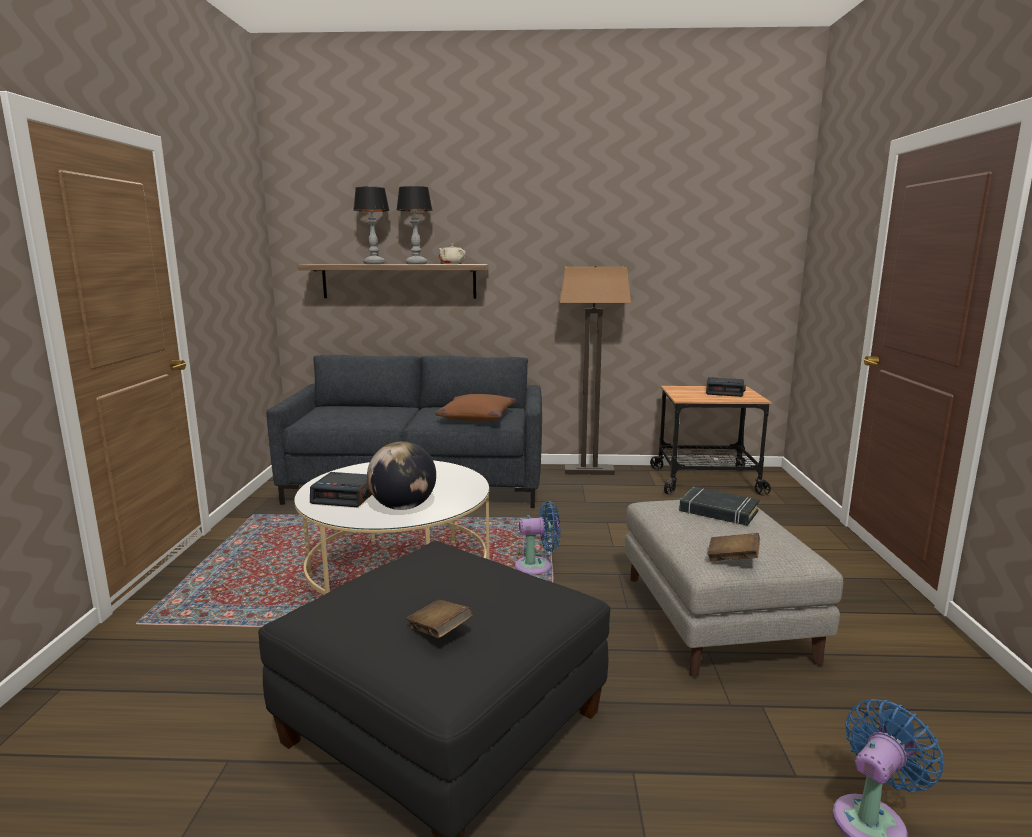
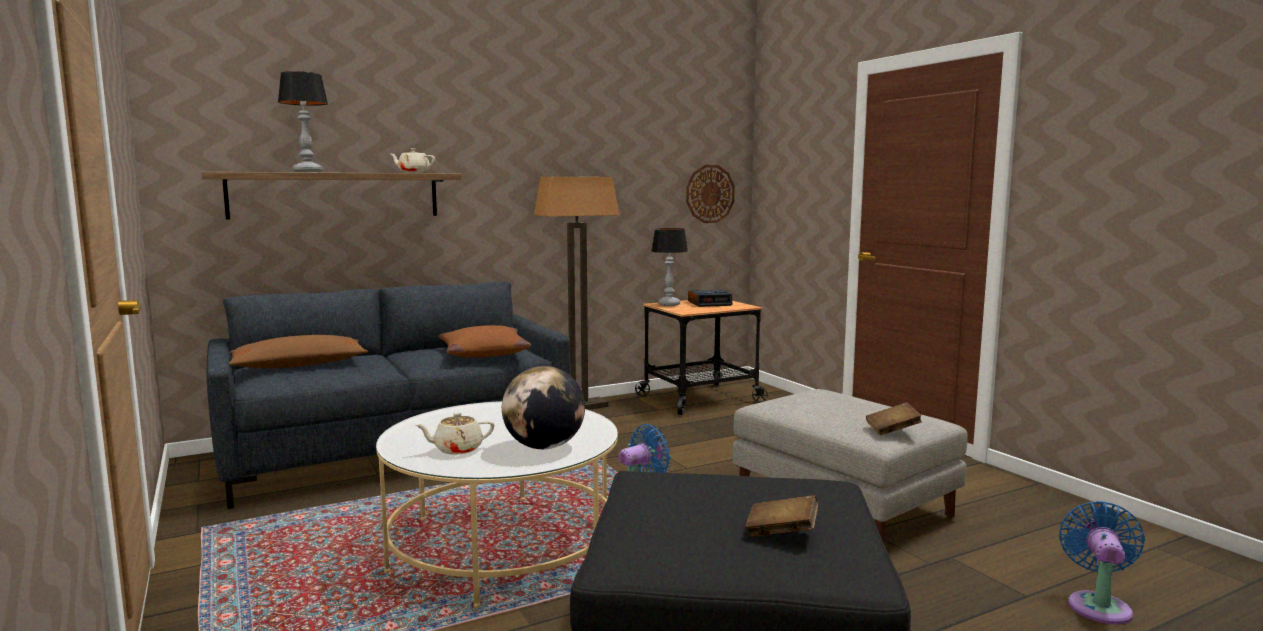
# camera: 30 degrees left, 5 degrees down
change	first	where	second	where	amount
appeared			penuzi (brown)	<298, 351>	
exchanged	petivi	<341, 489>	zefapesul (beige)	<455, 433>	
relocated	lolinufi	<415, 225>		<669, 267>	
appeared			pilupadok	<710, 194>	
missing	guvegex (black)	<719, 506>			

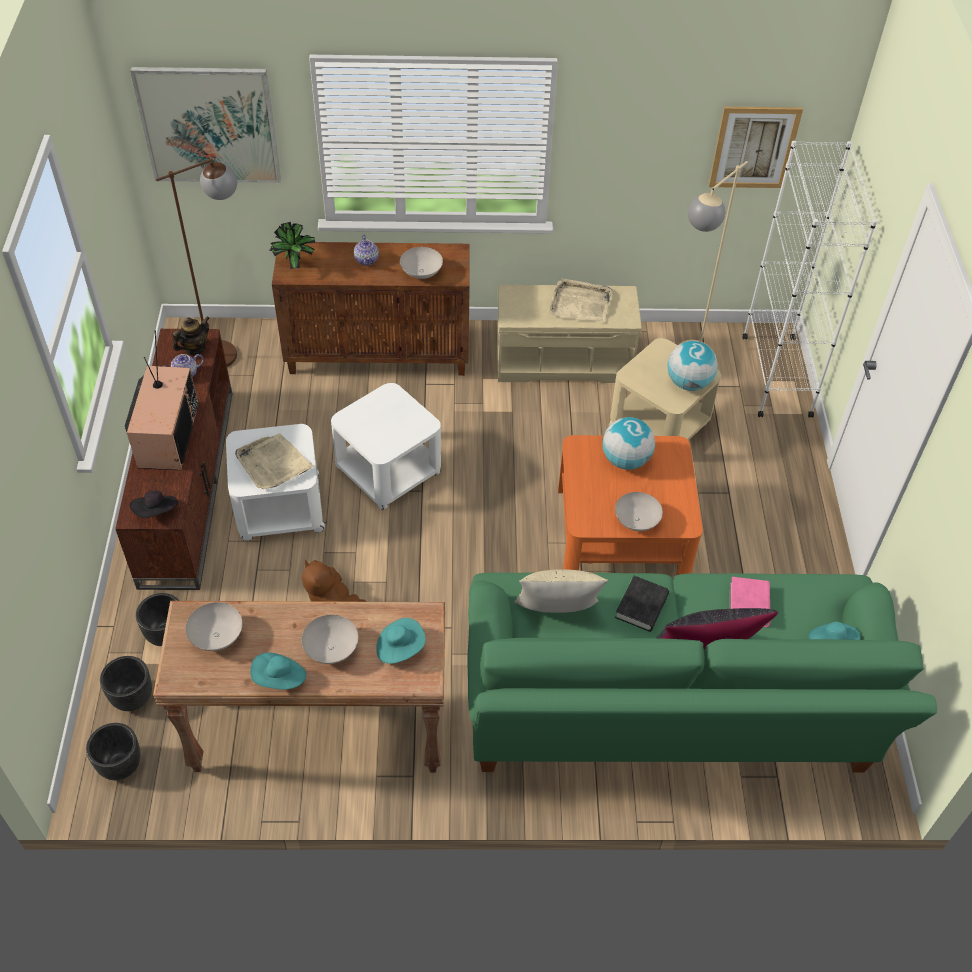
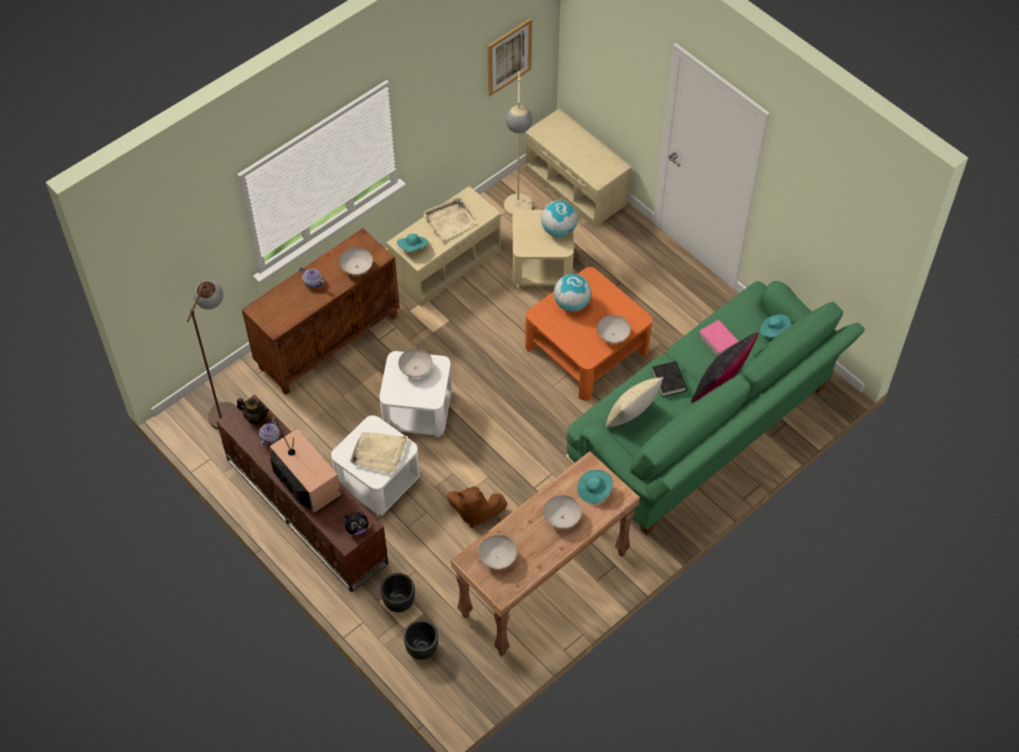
# camera: 40 degrees left, 5 degrees up
change	first	where	second	where	amount
spun	zefapesul	<190, 335>		<253, 411>	105 degrees clockwise
exchanged	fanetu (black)	<154, 504>	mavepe	<357, 523>	
relocated	fanetu (turquoise)	<278, 671>		<412, 243>	
appeared			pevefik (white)	<415, 363>	
exchanged	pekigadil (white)	<810, 279>	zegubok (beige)	<578, 168>	
missing	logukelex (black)	<113, 751>			
missing	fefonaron	<205, 125>			
missing	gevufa	<292, 245>			

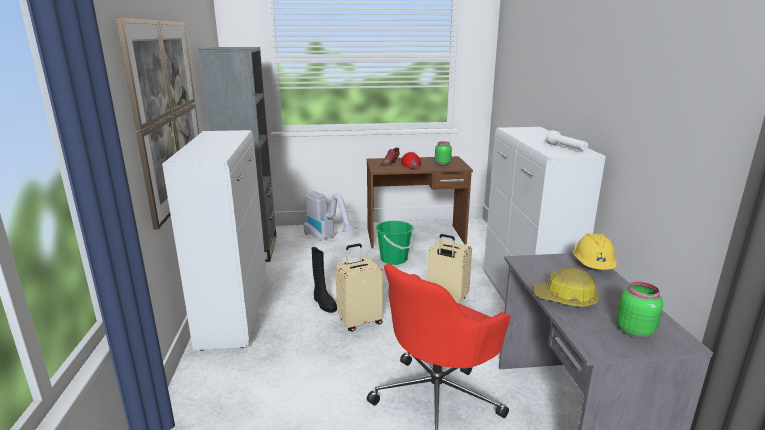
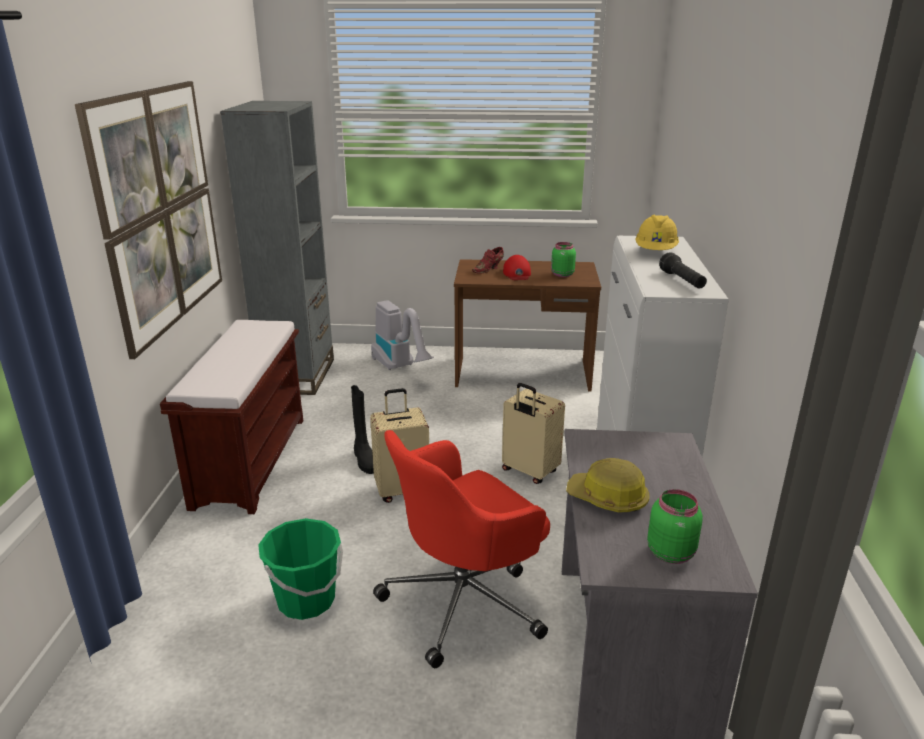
# camera: 10 degrees right, 5 degrees up
change	first	where	second	where	amount
exchanged	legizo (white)	<214, 240>	zegubok (brown)	<231, 417>	
relocated	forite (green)	<394, 243>		<300, 569>	
relocated	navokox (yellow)	<595, 251>		<657, 232>	
colour	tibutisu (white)	<566, 140>	tibutisu (black)	<683, 270>	

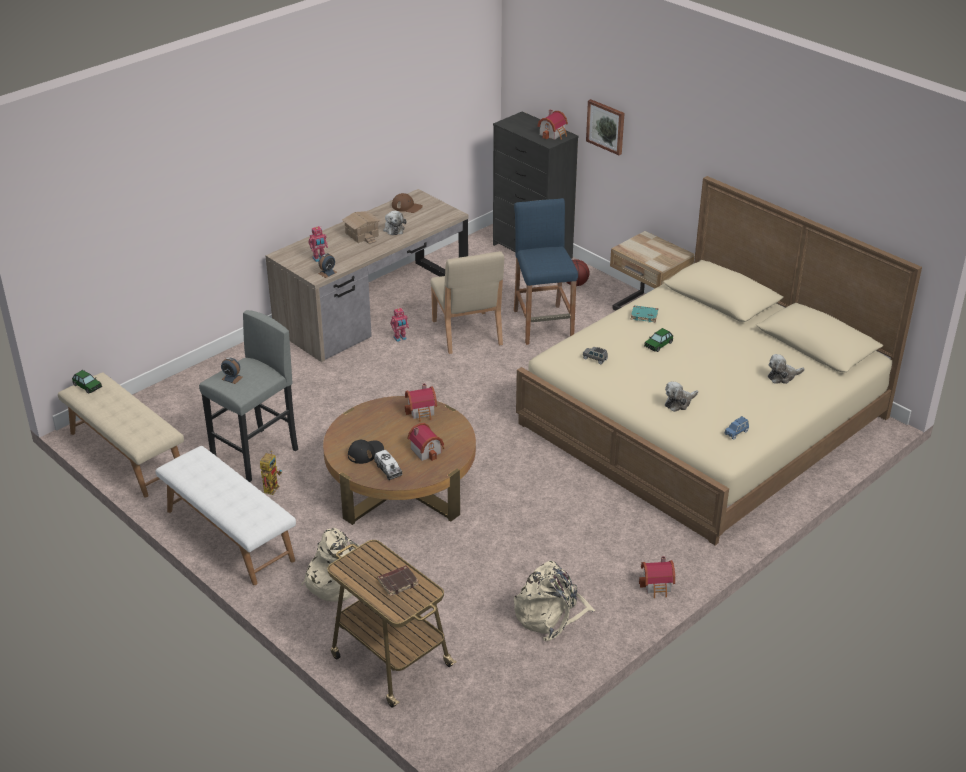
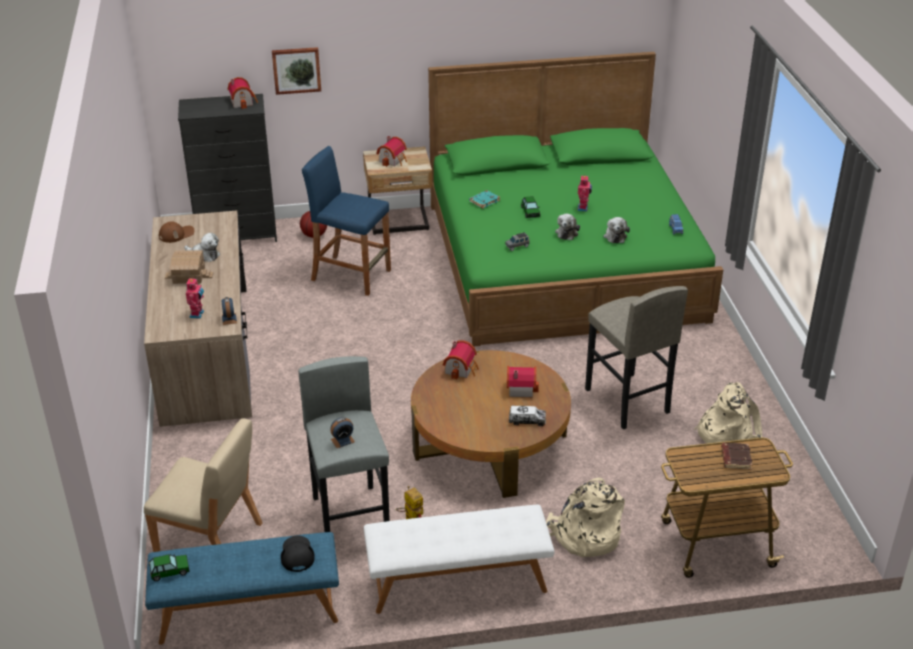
# camera: 55 degrees left, 0 degrees up
change	first	where	second	where	amount
relocated	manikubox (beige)	<467, 302>		<203, 485>	
colour	zegubok (beige)	<121, 435>	zegubok (blue)	<242, 588>	
relocated	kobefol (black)	<366, 451>		<298, 554>	
relocated	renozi	<657, 577>		<391, 151>	
colour	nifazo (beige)	<719, 360>	nifazo (green)	<575, 199>	
relocated	mavepe	<786, 369>		<567, 227>	
relocated	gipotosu	<399, 325>		<584, 193>	
appeared			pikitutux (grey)	<636, 357>	

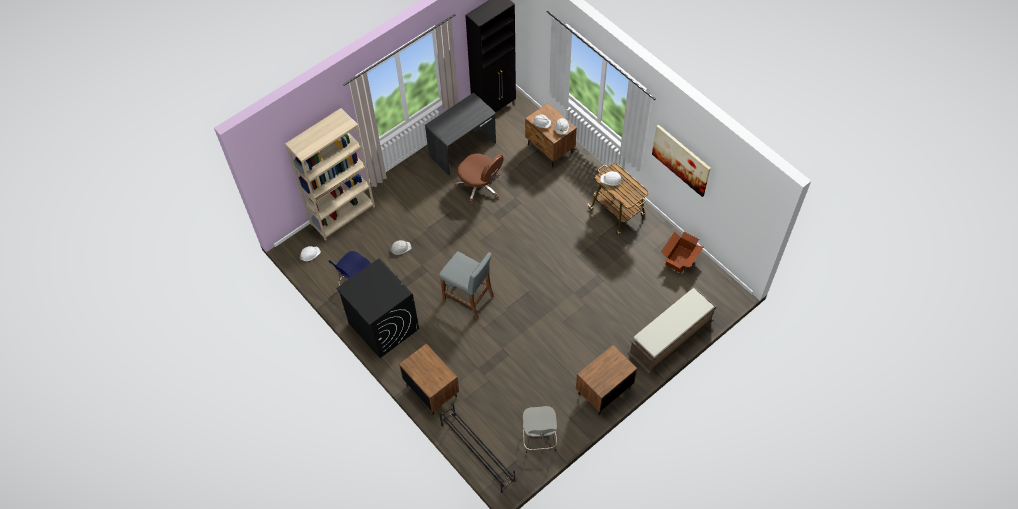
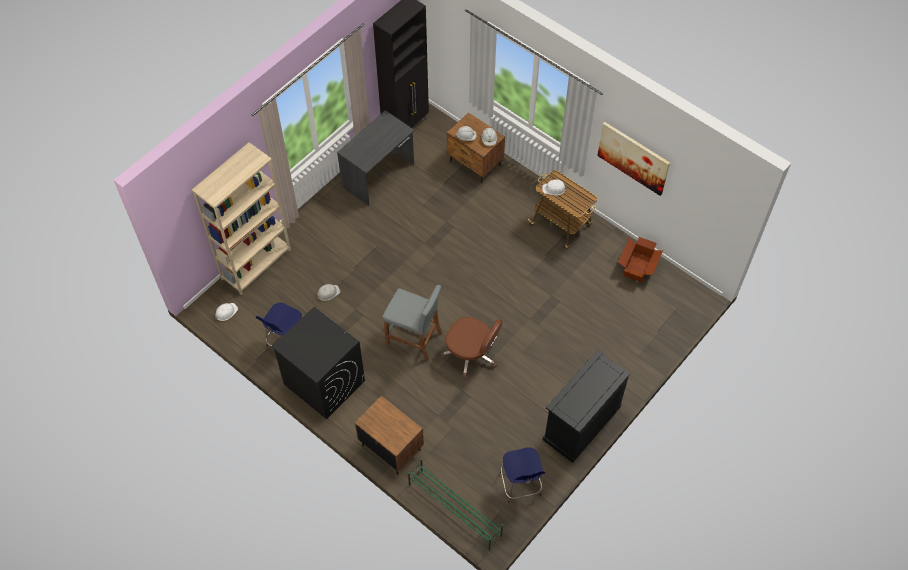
# camera: 10 degrees left, 0 degrees up
change	first	where	second	where	amount
colour	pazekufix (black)	<477, 448>	pazekufix (green)	<455, 505>	
relocated	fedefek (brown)	<479, 179>		<472, 348>	
colour	pikitutux (grey)	<540, 429>	pikitutux (blue)	<522, 475>	
exchanged	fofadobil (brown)	<606, 380>	legizo (black)	<586, 406>	
missing	zegubok (brown)	<672, 331>			

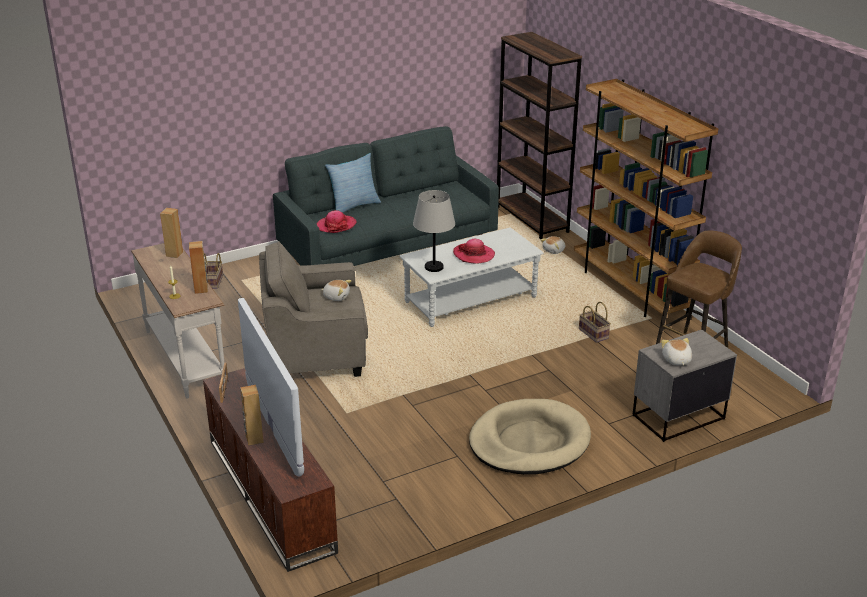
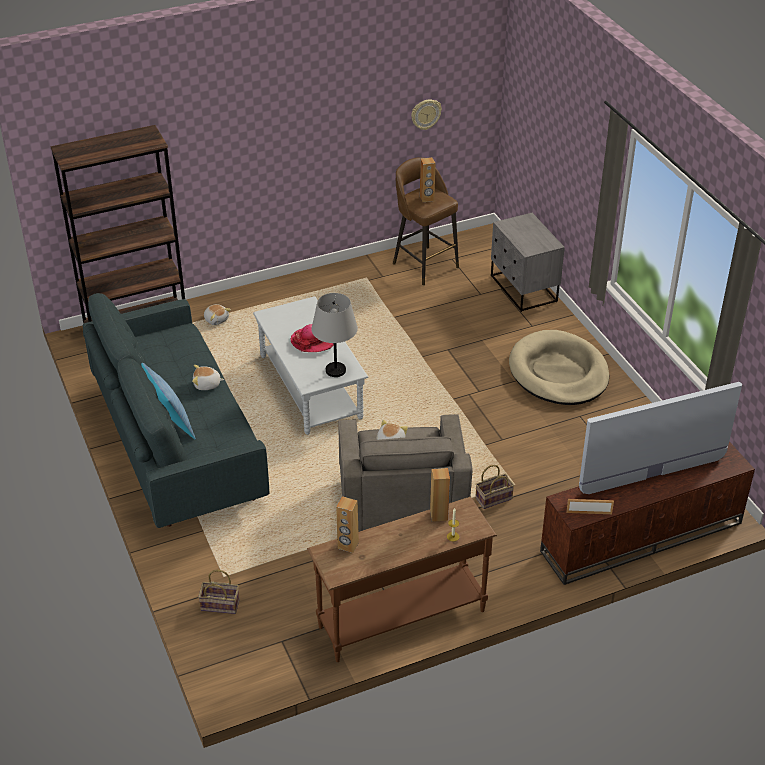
# camera: 85 degrees left, 10 degrees up
change	first	where	second	where	amount
relocated	mavepe	<676, 352>		<208, 377>	
colour	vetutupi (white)	<177, 321>	vetutupi (brown)	<402, 579>	
appeared			pilupadok	<426, 114>	
relocated	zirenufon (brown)	<252, 415>		<427, 179>	
relocated	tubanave	<595, 322>		<494, 487>	
missing	fanetu	<337, 221>			
missing	pekigadil (brown)	<646, 198>			

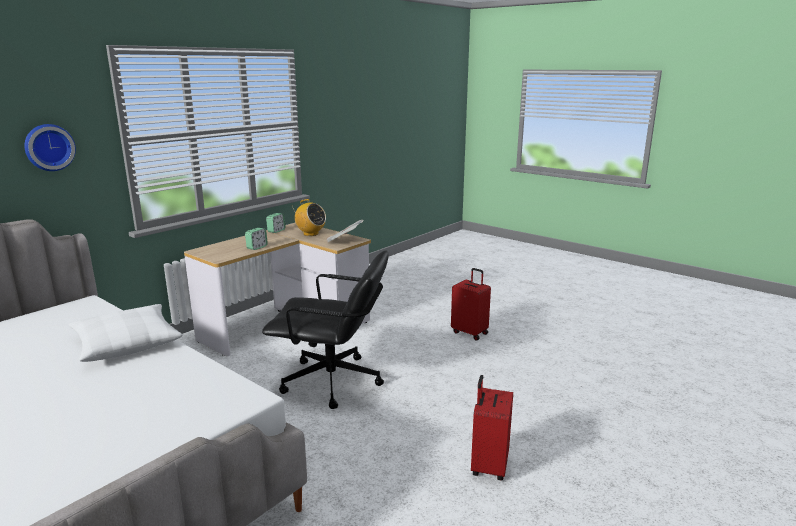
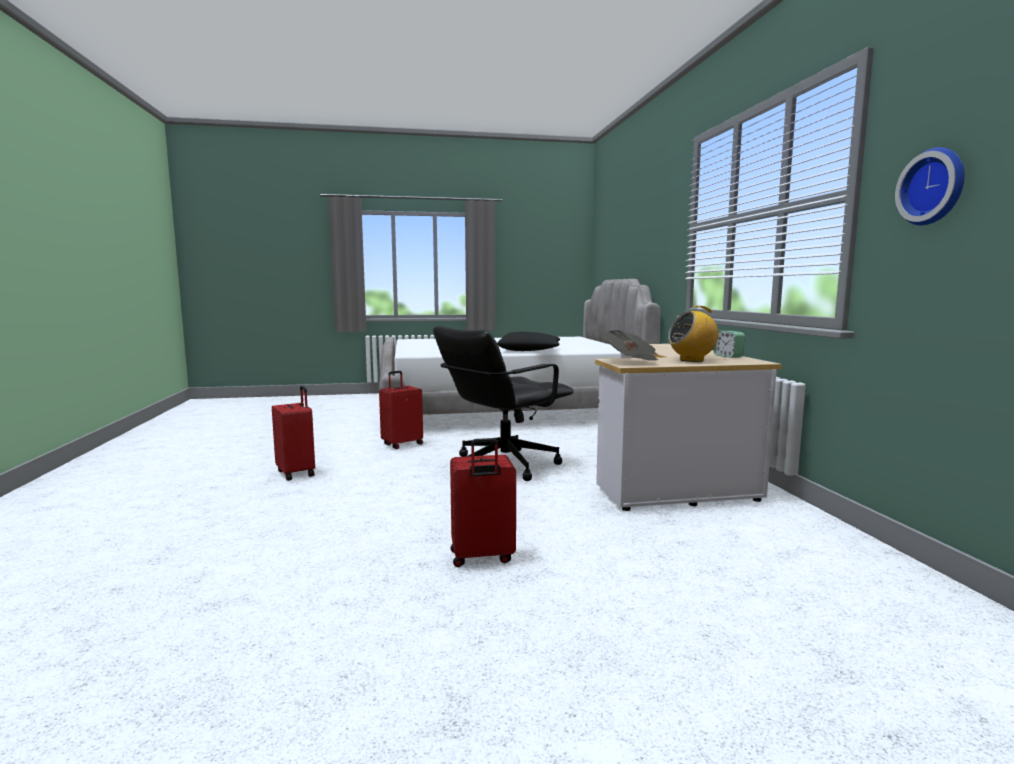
# camera: 130 degrees right, 10 degrees down
change	first	where	second	where	amount
appeared			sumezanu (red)	<401, 410>	
colour	penuzi (white)	<126, 333>	penuzi (black)	<528, 341>	
relocated	pilupadok	<50, 147>		<930, 186>	
missing	petivi	<256, 239>			

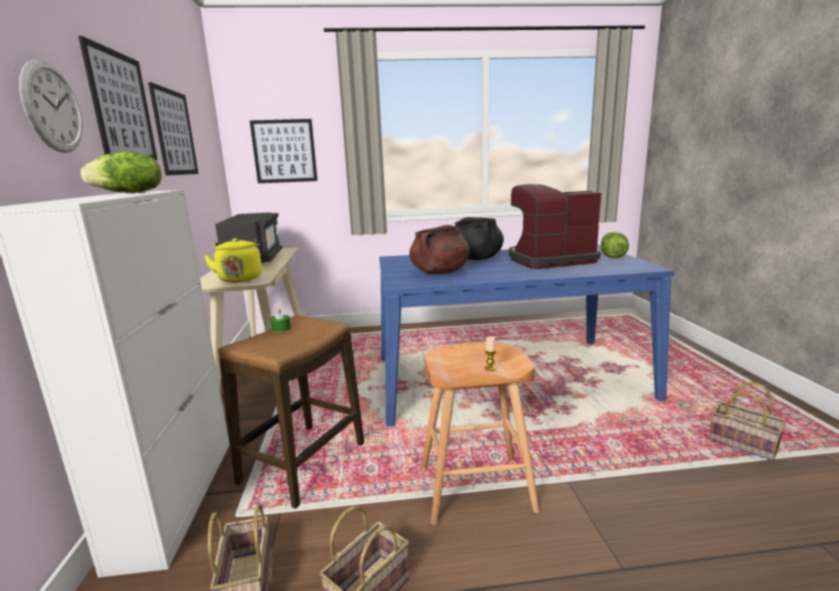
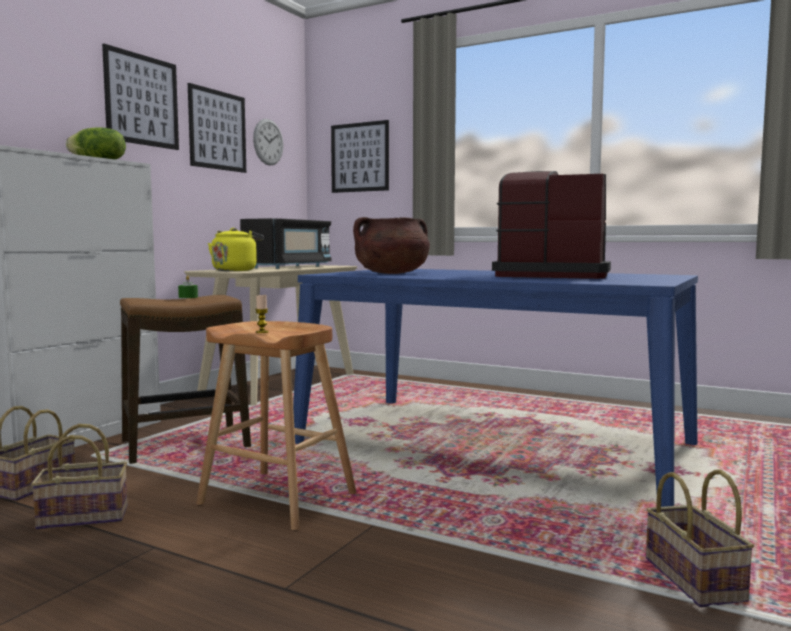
# camera: 35 degrees right, 10 degrees down
change	first	where	second	where	amount
relocated	pilupadok	<50, 106>		<268, 142>	
missing	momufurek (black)	<479, 238>			
missing	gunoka	<615, 245>			

